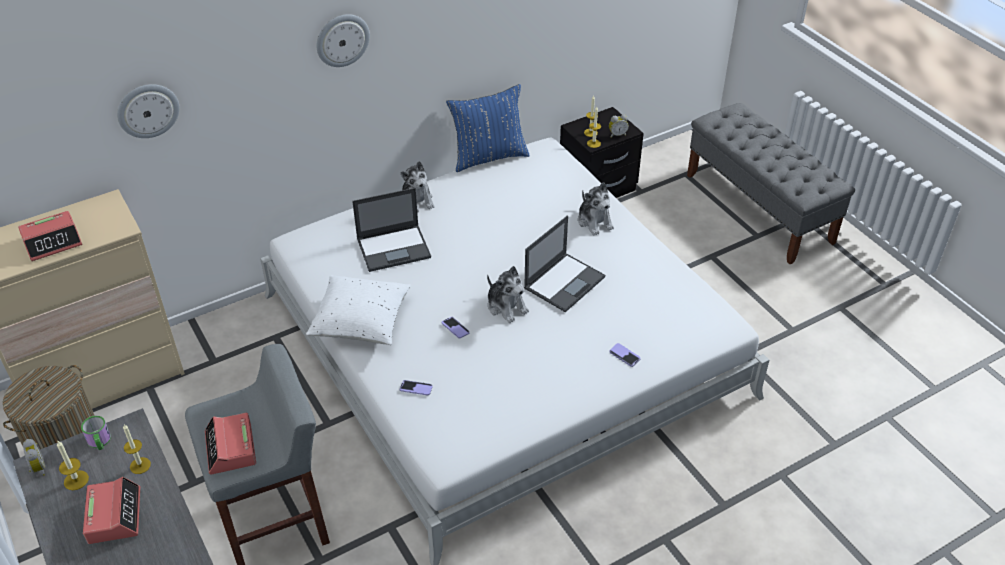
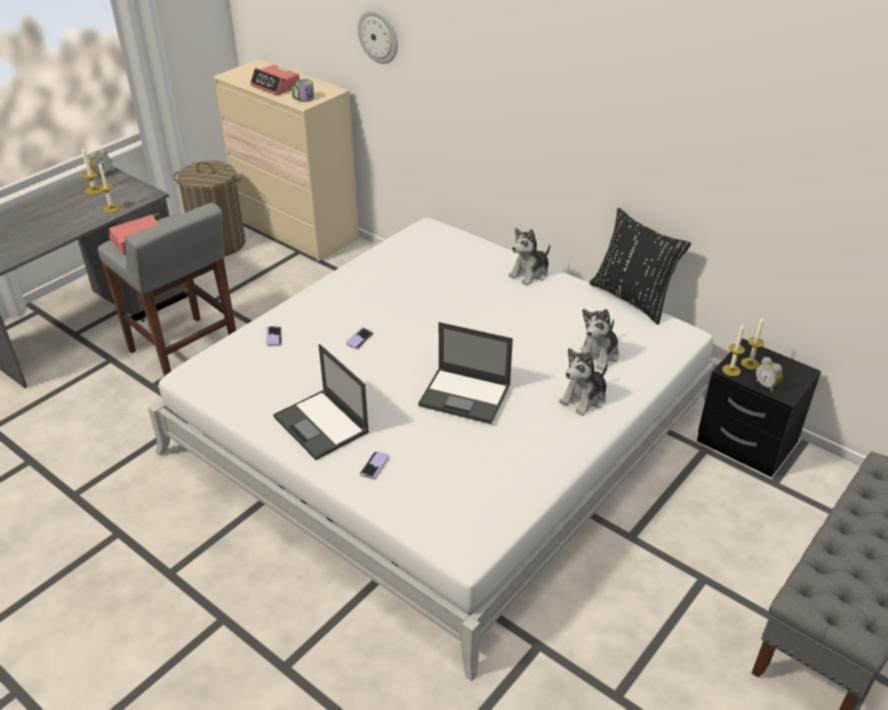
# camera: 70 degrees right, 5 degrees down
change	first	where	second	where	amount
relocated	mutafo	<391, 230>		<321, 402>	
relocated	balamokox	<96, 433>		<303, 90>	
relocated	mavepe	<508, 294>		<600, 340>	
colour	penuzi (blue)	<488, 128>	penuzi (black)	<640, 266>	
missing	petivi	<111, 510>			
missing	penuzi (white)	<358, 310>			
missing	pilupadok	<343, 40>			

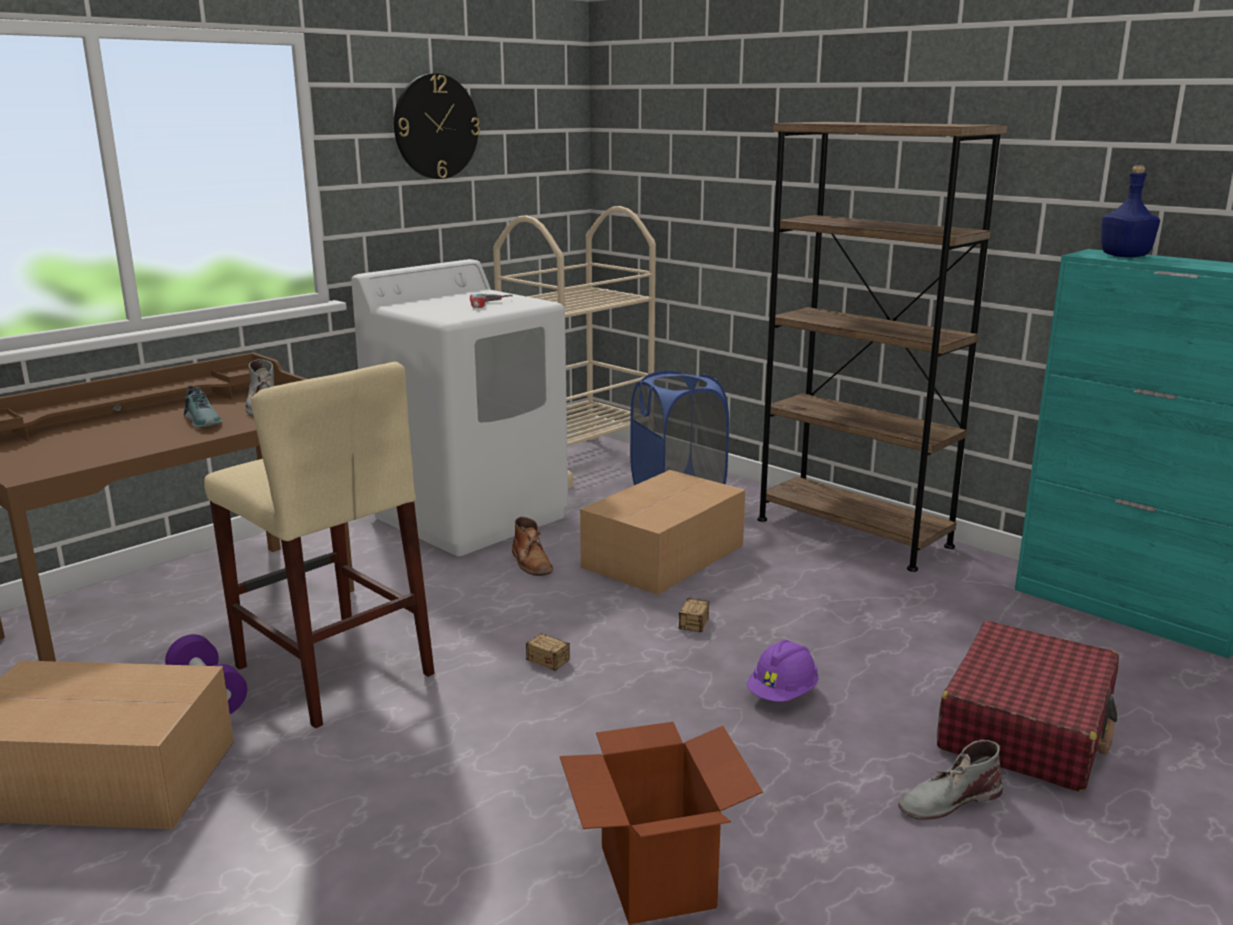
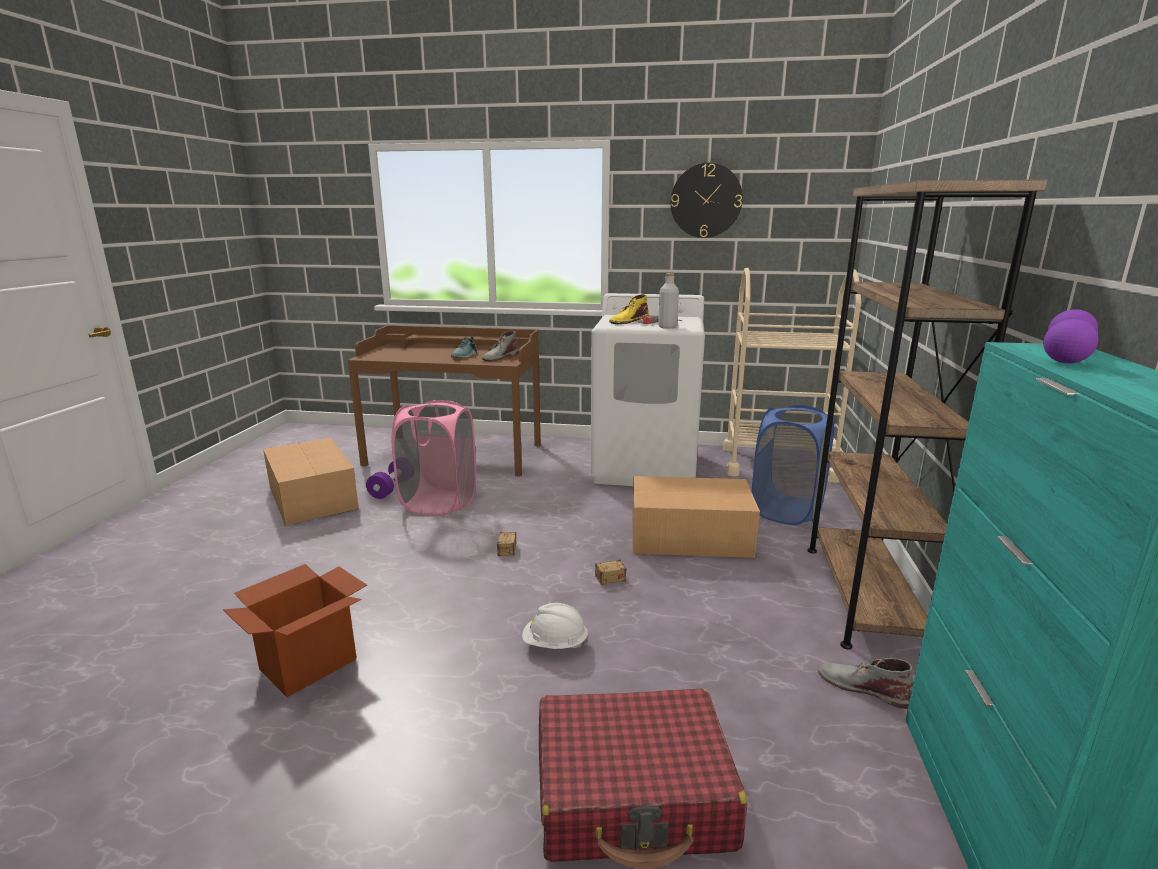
# camera: 55 degrees right, 0 degrees up
change	first	where	second	where	amount
exchanged	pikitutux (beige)	<319, 545>	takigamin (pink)	<433, 458>	
colour	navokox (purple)	<782, 671>	navokox (white)	<555, 626>	
appeared			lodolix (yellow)	<629, 309>	
appeared			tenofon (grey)	<668, 301>	
relocated	lodolix (grey)	<950, 780>		<865, 683>	
exchanged	tenofon (blue)	<1130, 211>	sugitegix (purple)	<1070, 336>	
missing	lodolix (brown)	<532, 546>			

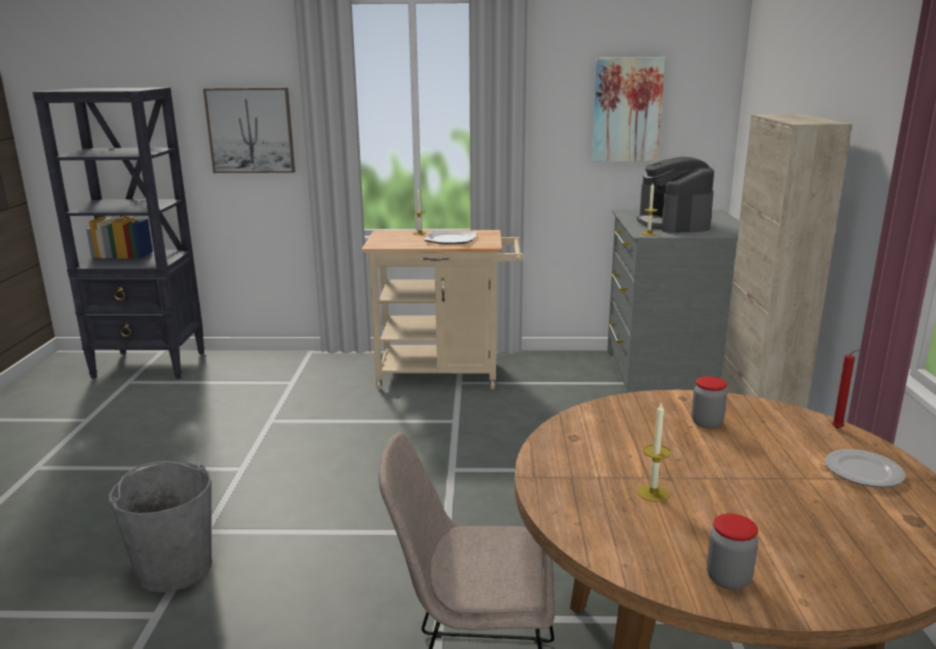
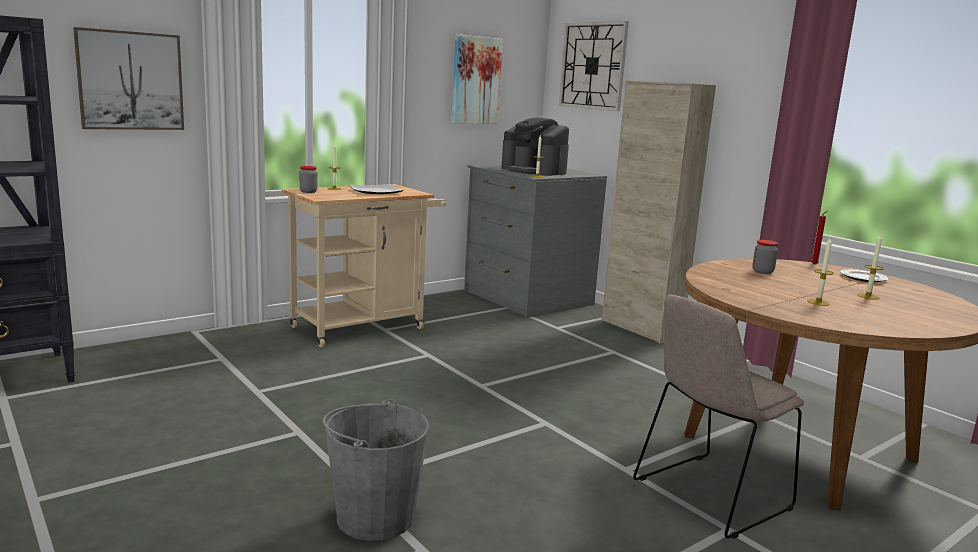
# camera: 40 degrees left, 5 degrees down
change	first	where	second	where	amount
relocated	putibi	<732, 552>		<309, 179>	
appeared			pilupadok	<594, 66>	
appeared			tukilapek	<870, 267>	

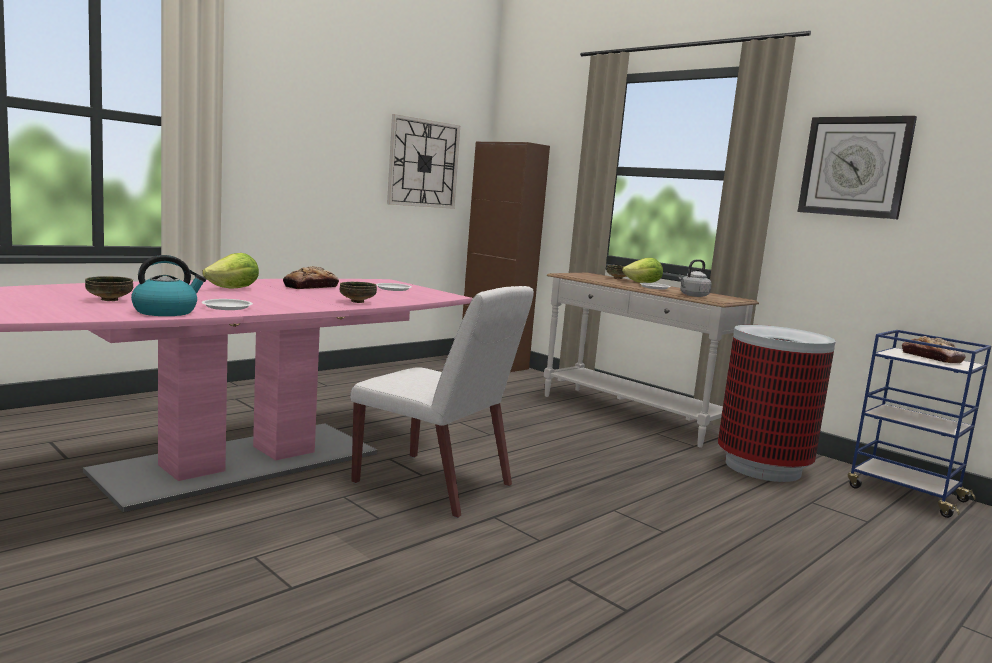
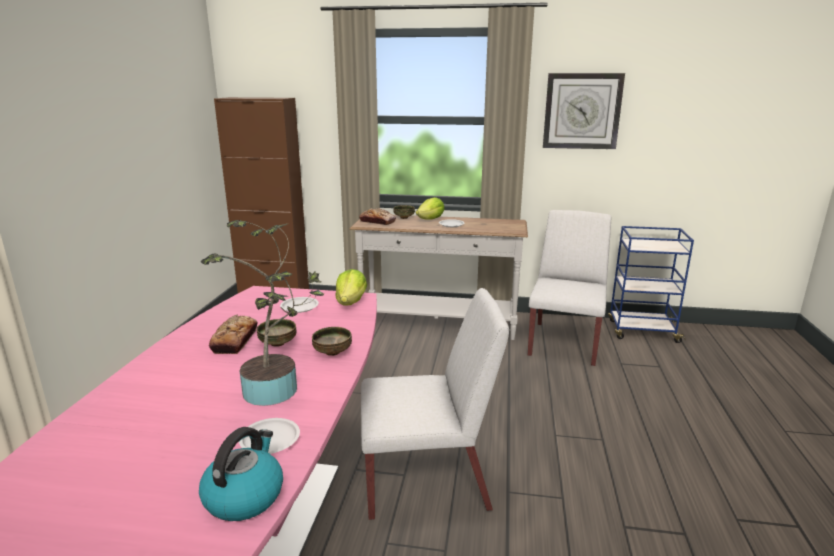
# camera: 35 degrees left, 10 degrees up
change	first	where	second	where	amount
appeared			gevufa	<262, 313>	
relocated	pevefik	<109, 288>		<277, 333>	
relocated	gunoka	<230, 271>		<351, 287>	
relocated	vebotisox	<934, 349>		<377, 216>	
exchanged	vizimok	<777, 403>	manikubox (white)	<569, 288>	
missing	pilupadok	<423, 161>			
missing	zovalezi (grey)	<695, 278>			

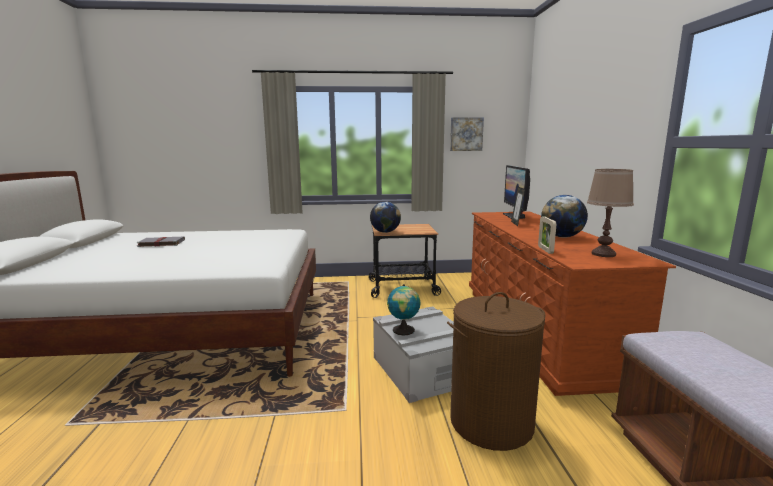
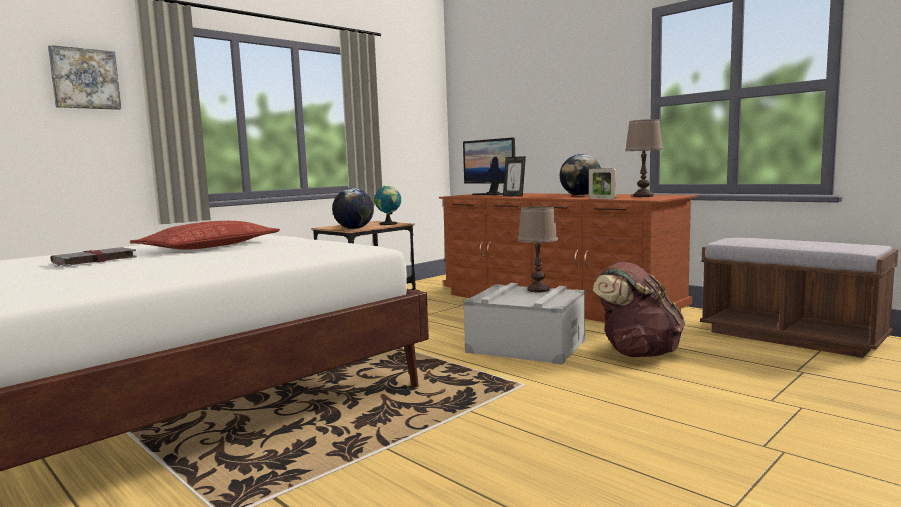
# camera: 40 degrees left, 5 degrees down
change	first	where	second	where	amount
relocated	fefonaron	<467, 134>		<84, 77>	
appeared			penuzi	<205, 235>	
relocated	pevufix	<404, 310>		<387, 205>	
appeared			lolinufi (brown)	<537, 249>	
exchanged	takigamin (brown)	<496, 371>	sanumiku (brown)	<639, 309>	

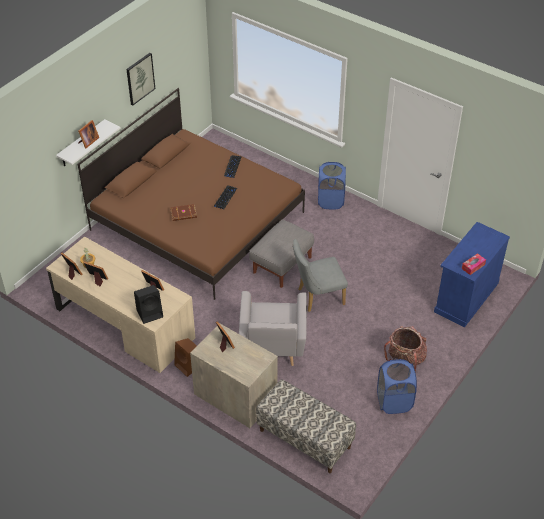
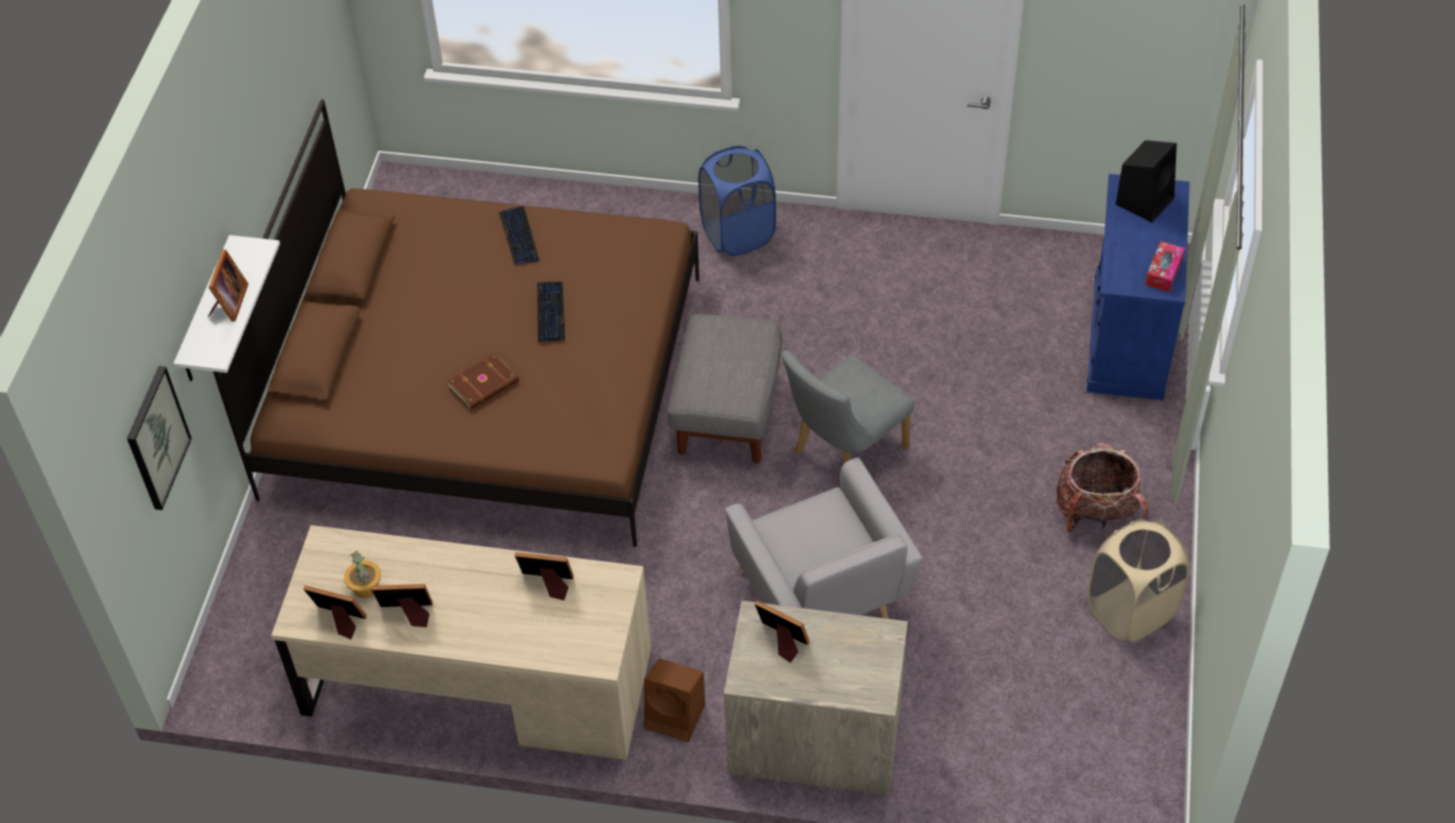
# camera: 25 degrees left, 5 degrees up
change	first	where	second	where	amount
relocated	fefonaron	<140, 79>		<159, 438>	
colour	takigamin (blue)	<397, 386>	takigamin (beige)	<1138, 580>	
relocated	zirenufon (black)	<148, 304>		<1146, 181>	
missing	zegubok	<306, 426>			

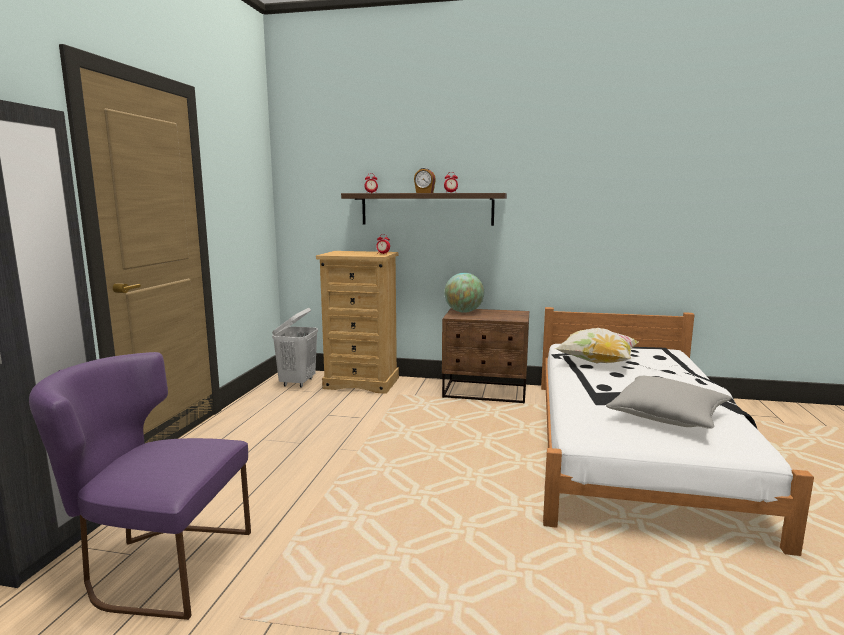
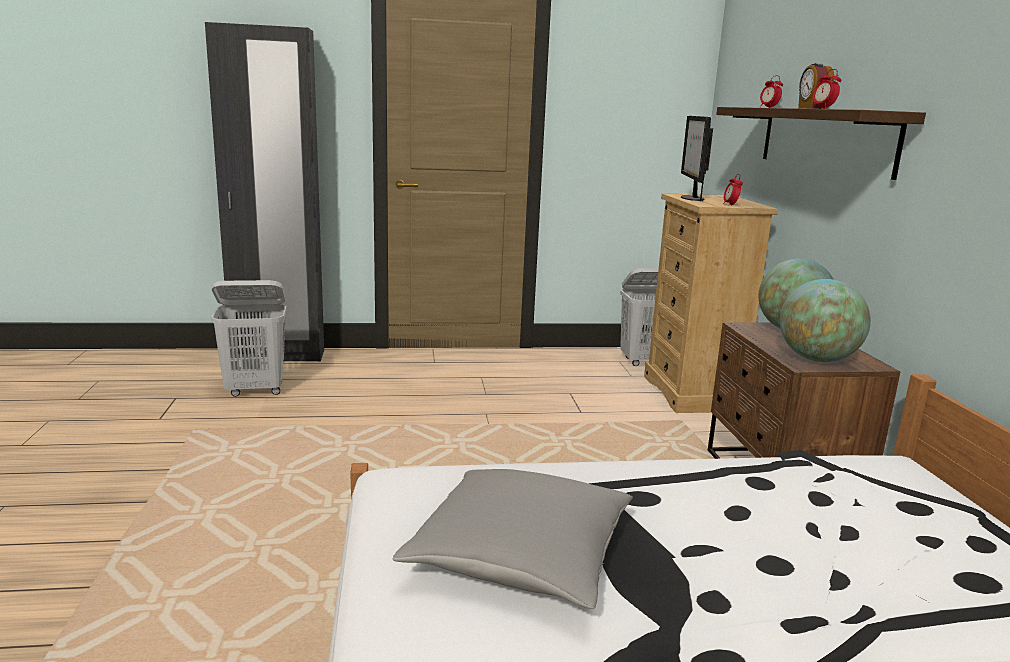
# camera: 70 degrees right, 5 degrees up
change	first	where	second	where	amount
exchanged	manikubox (purple)	<140, 486>	takigamin (white)	<249, 338>	
appeared			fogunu	<697, 158>	
appeared			pevufix	<825, 320>	
missing	penuzi	<597, 345>			

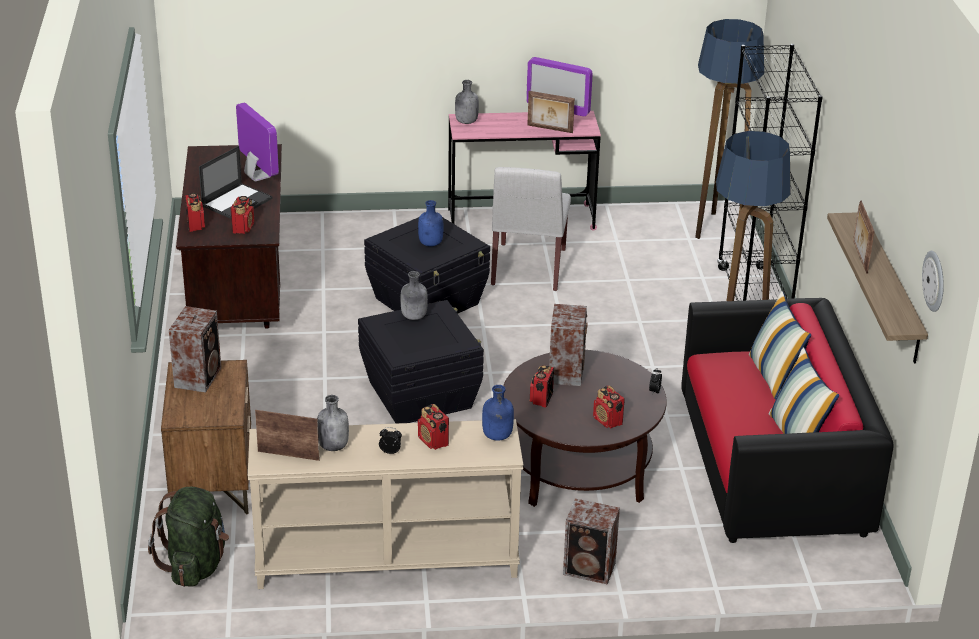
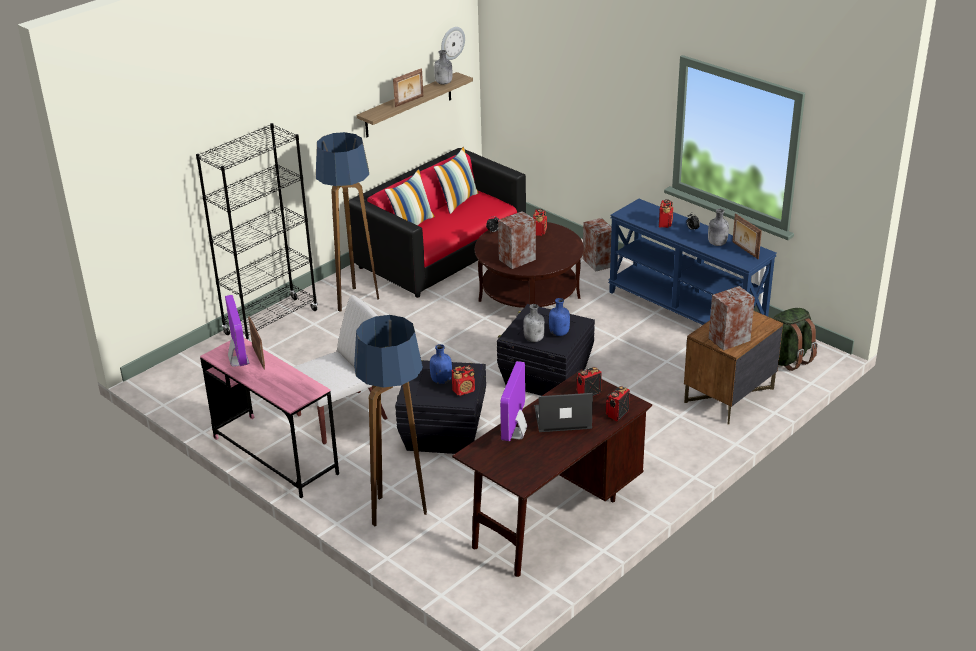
# camera: 130 degrees left, 0 degrees up
change	first	where	second	where	amount
relocated	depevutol	<729, 129>		<390, 421>	
relocated	tenofon (grey)	<467, 102>		<443, 67>	
relocated	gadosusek	<542, 386>		<463, 380>	
relocated	tenofon (blue)	<498, 413>		<559, 317>	
colour	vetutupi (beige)	<385, 504>	vetutupi (blue)	<692, 262>	

